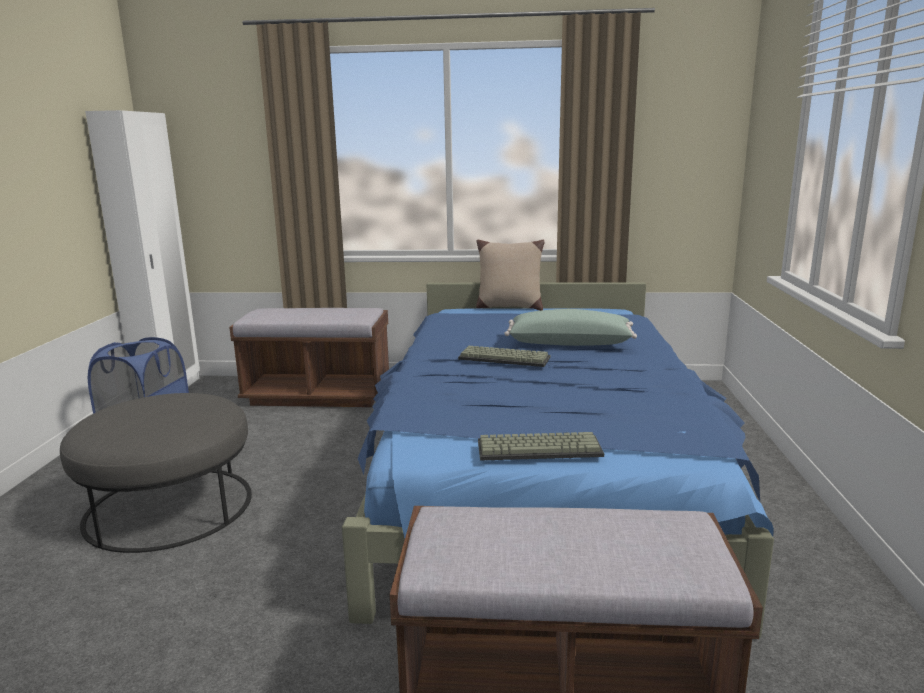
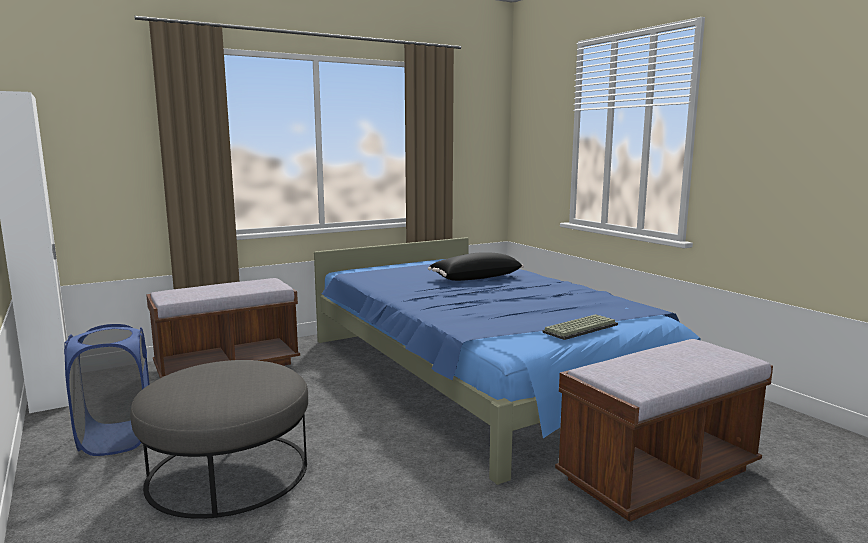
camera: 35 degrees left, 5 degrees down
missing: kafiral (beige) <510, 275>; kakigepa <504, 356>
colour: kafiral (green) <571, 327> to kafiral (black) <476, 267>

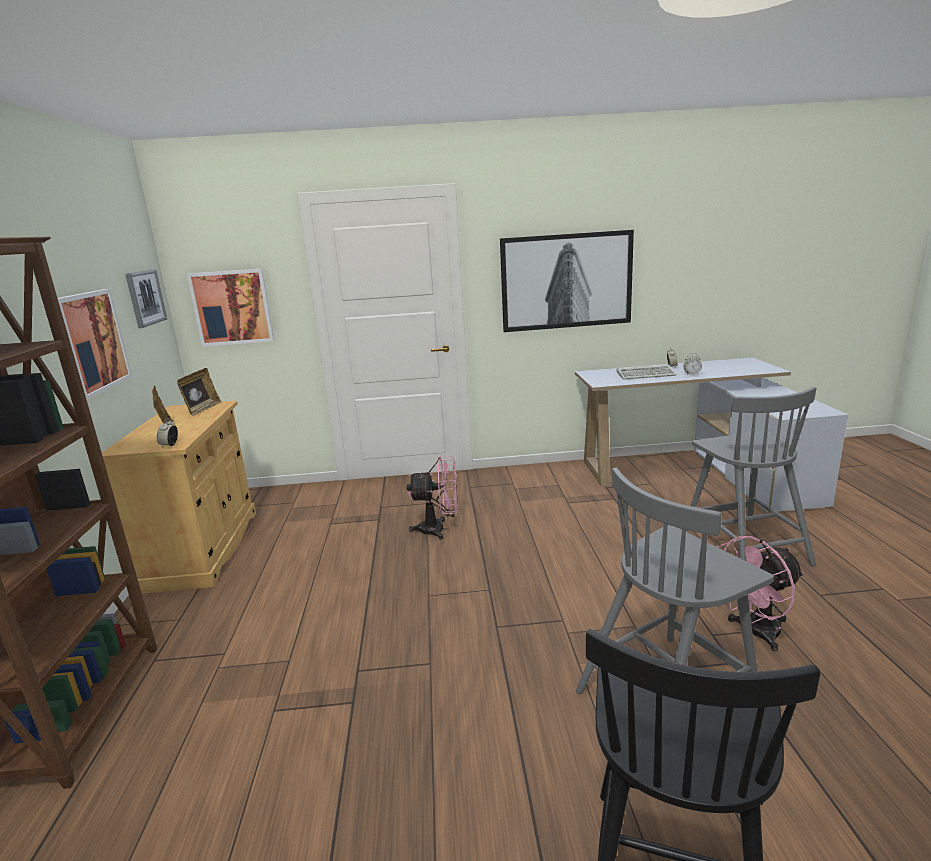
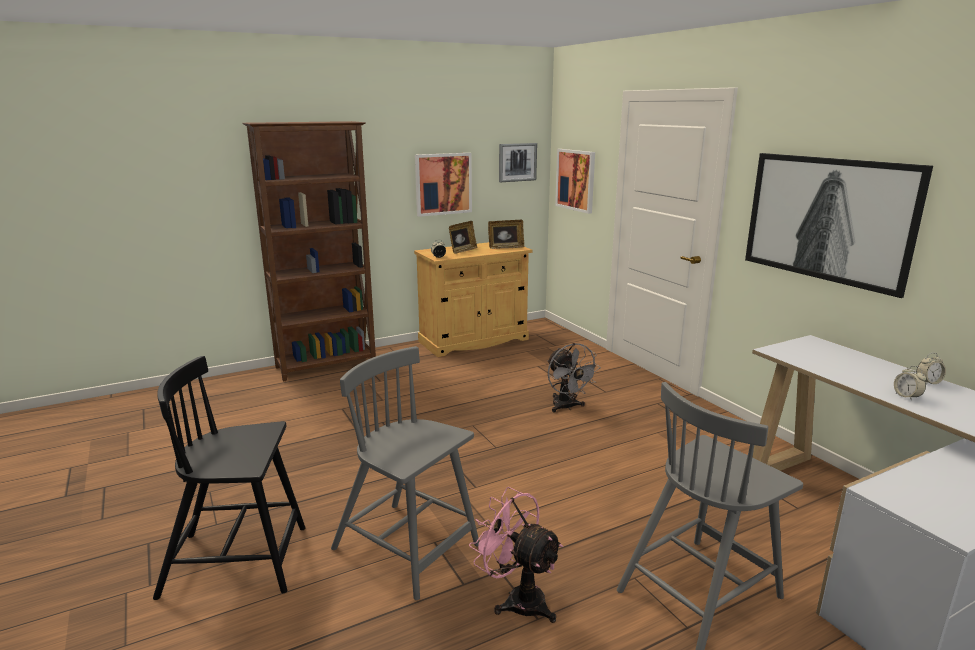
camera: 65 degrees right, 0 degrees up
missing: kakigepa <647, 372>
colour: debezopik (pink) <431, 498> to debezopik (grey) <574, 377>

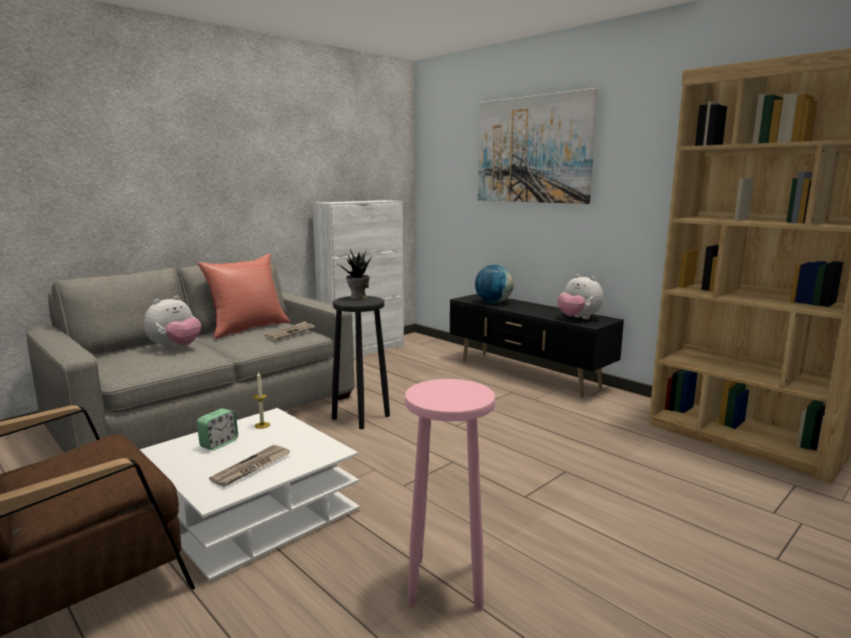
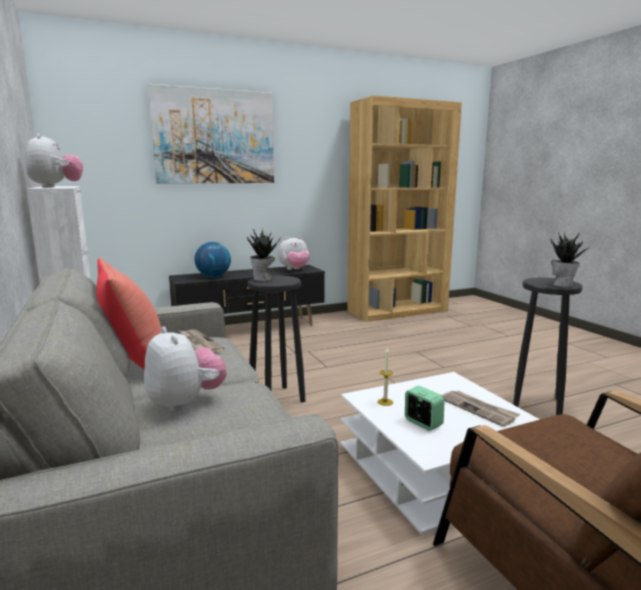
camera: 70 degrees left, 0 degrees up
appeared: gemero <54, 161>; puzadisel <571, 259>
colour: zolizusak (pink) <450, 495> to zolizusak (black) <547, 346>

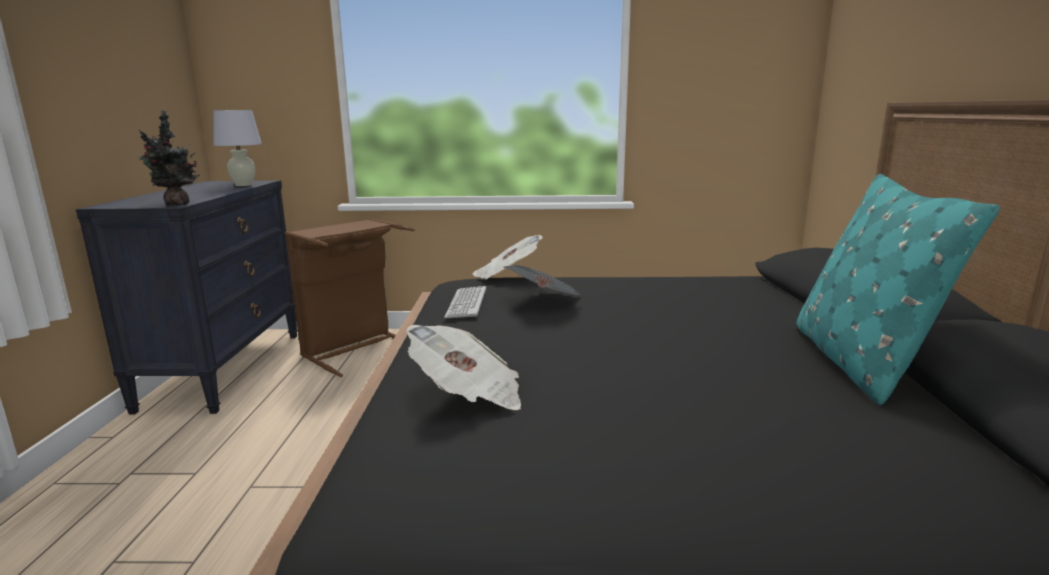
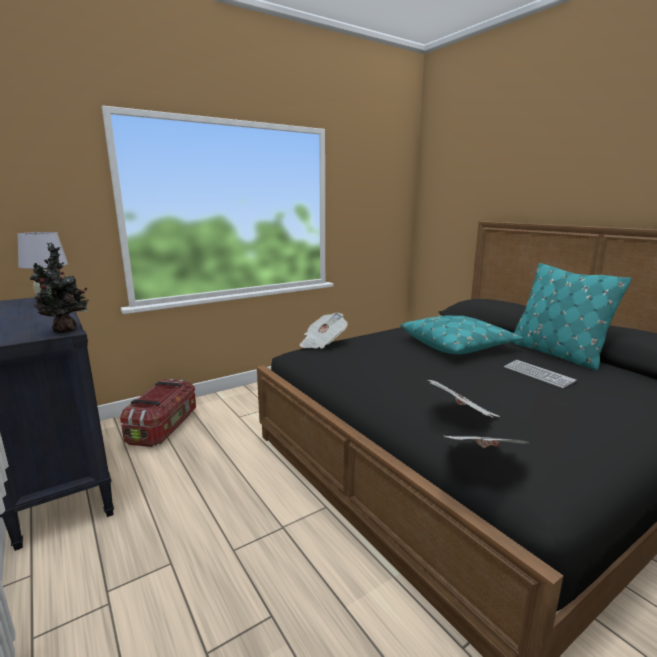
camera: 35 degrees left, 0 degrees up
appeared: kafiral (turquoise) <461, 334>
relocated: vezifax <542, 280> to <486, 442>; kakigepa <465, 302> to <540, 374>
exchanged: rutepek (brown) <350, 297> to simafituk <158, 413>

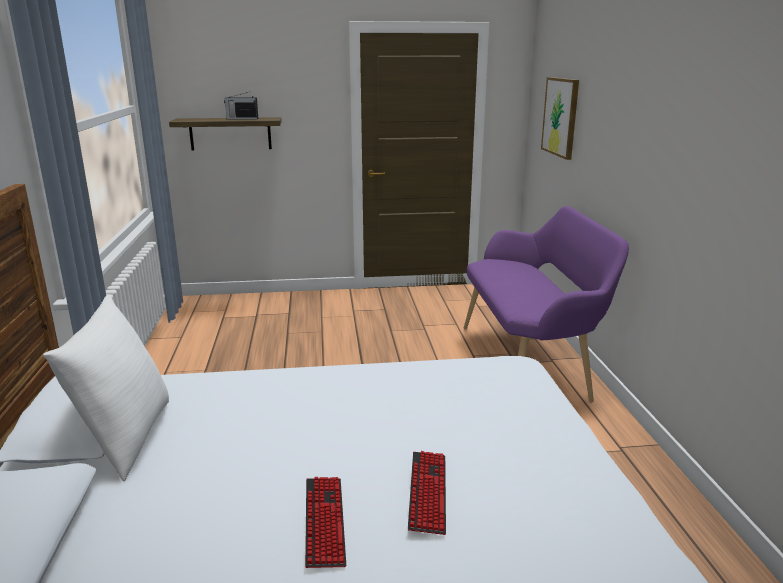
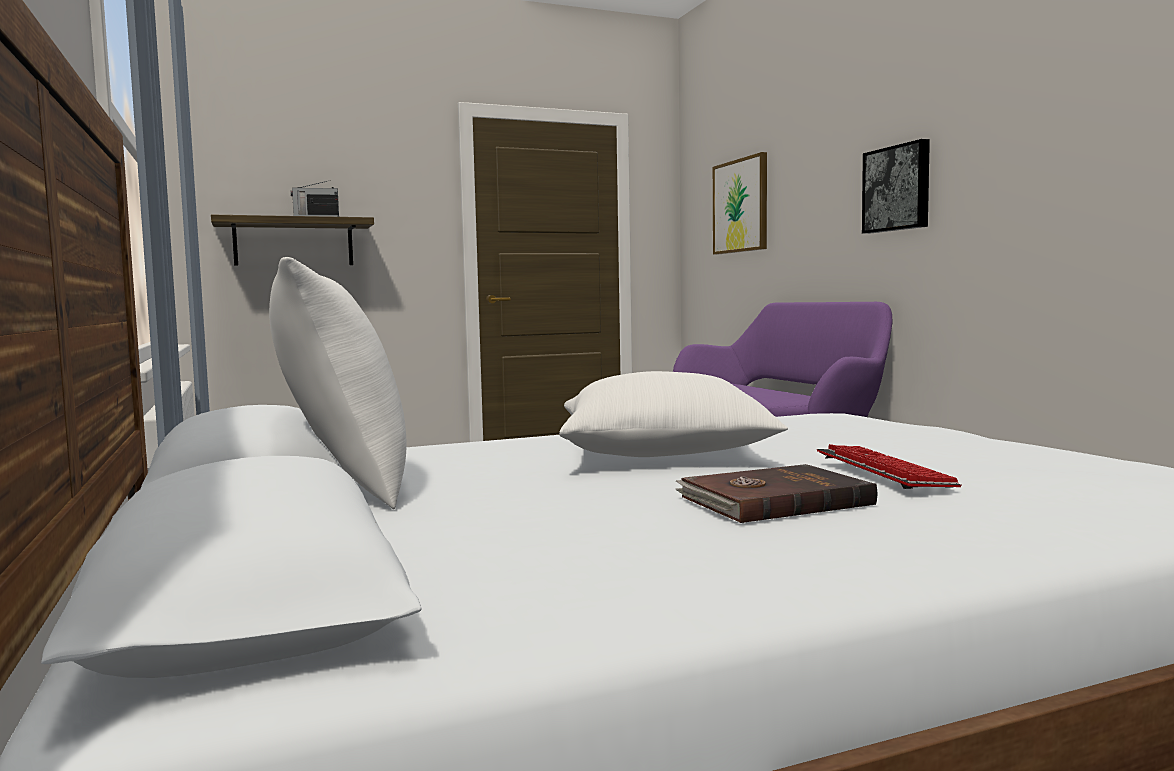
camera: 15 degrees left, 15 degrees down
appeared: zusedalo <896, 186>; kafiral (white) <673, 414>
exchanged: kakigepa <325, 522> to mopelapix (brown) <776, 493>

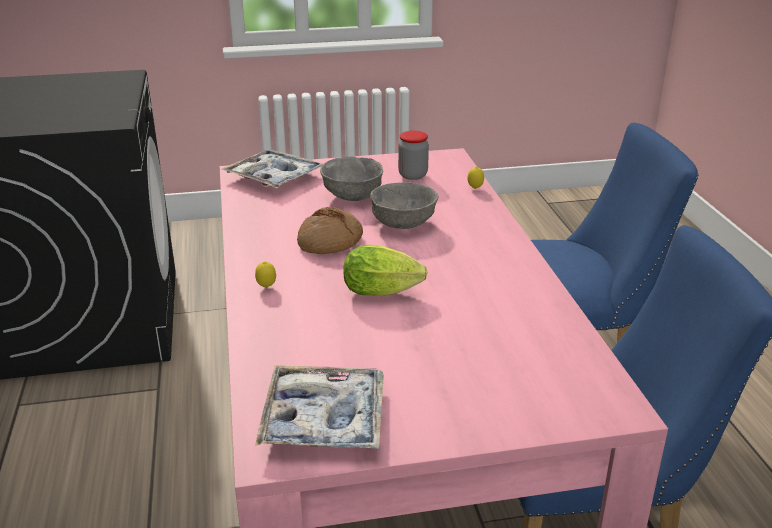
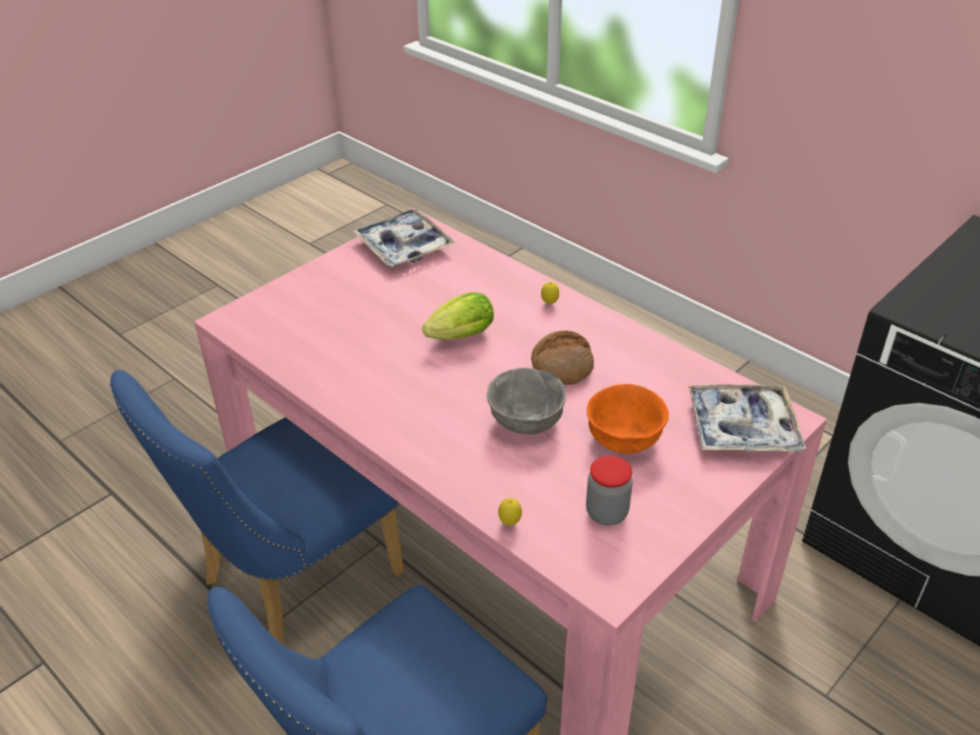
camera: 145 degrees right, 10 degrees up
colour: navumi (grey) <351, 179> to navumi (orange) <628, 419>

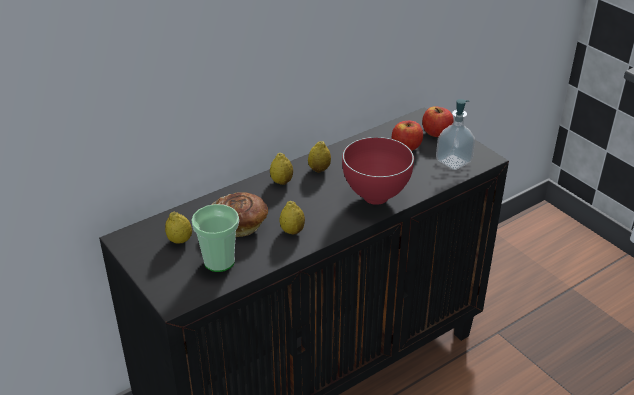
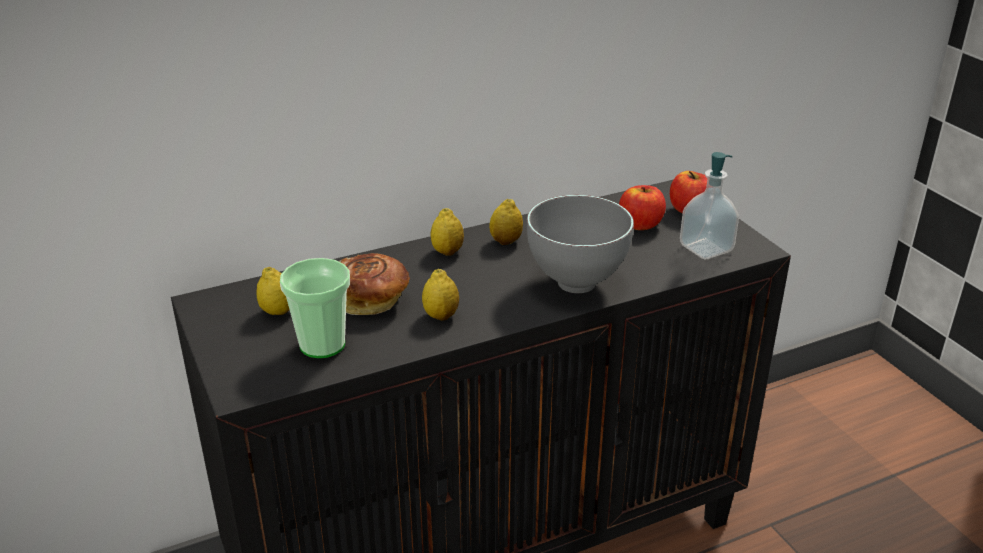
camera: 10 degrees right, 5 degrees down
colour: navumi (red) <378, 171> to navumi (grey) <580, 244>

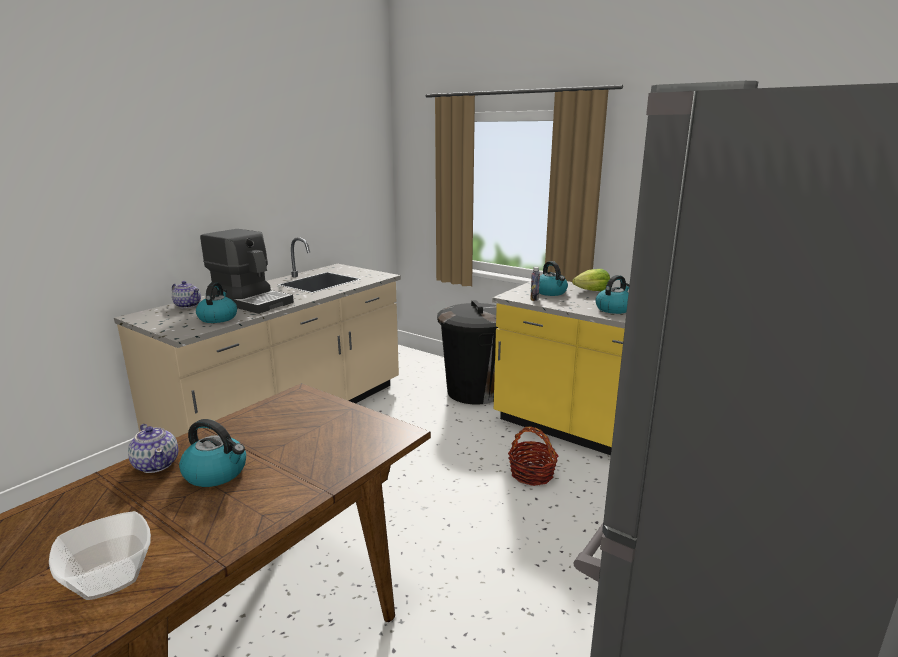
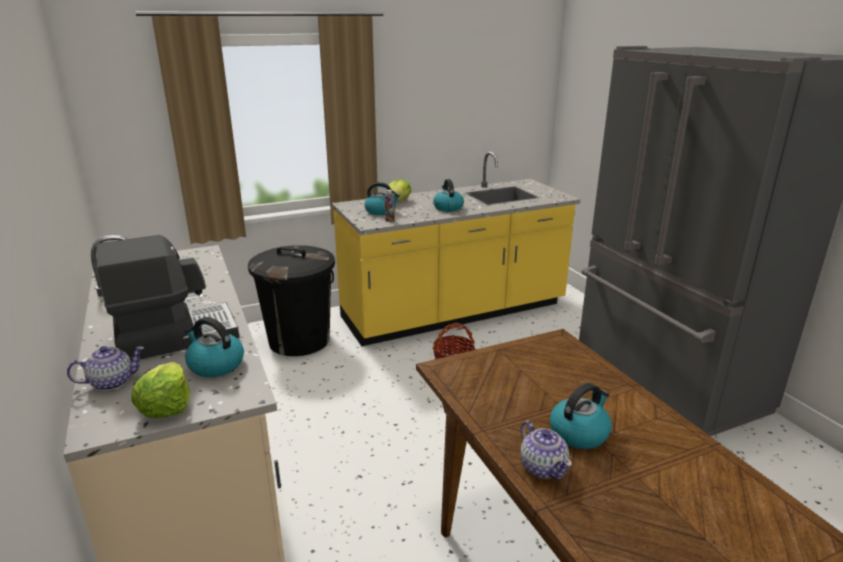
camera: 60 degrees left, 5 degrees up
missing: navumi <100, 555>
appeared: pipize <160, 390>
spun: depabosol <153, 448> = <546, 450> 75 degrees clockwise

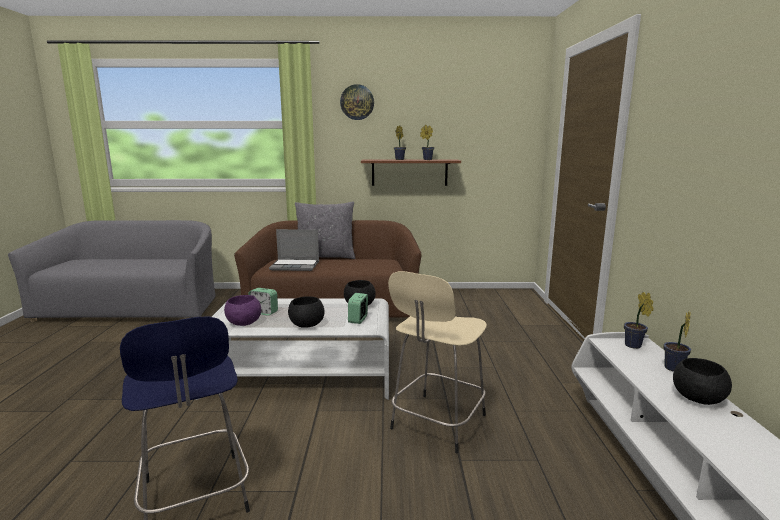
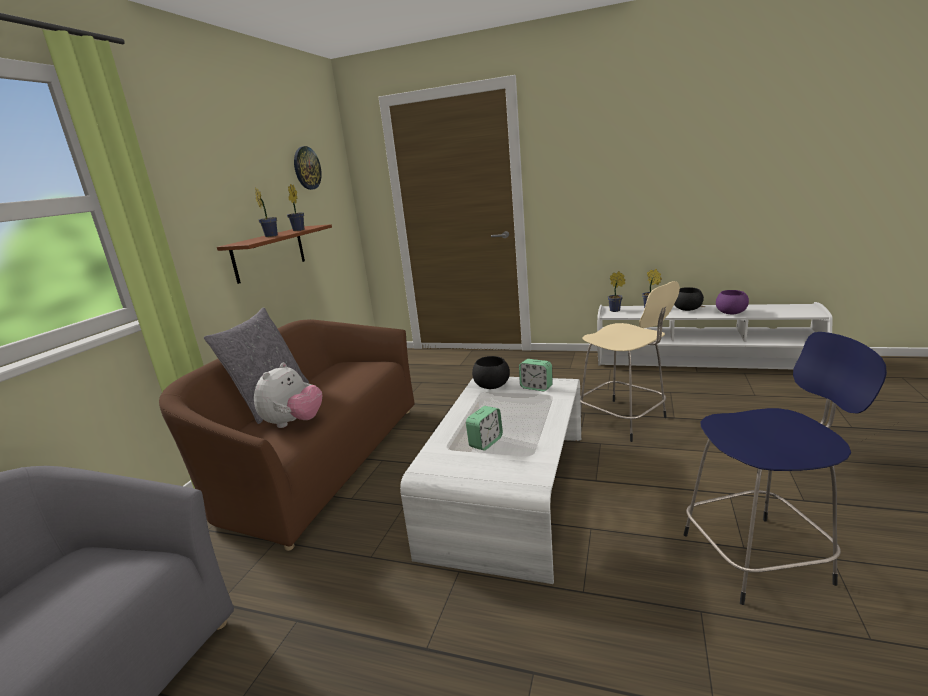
camera: 70 degrees left, 5 degrees up
missing: navumi (black) <306, 312>
relocated: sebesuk <357, 102> to <308, 168>; navumi (purple) <242, 310> to <732, 302>
exchanged: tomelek <294, 250> to gemero <288, 395>

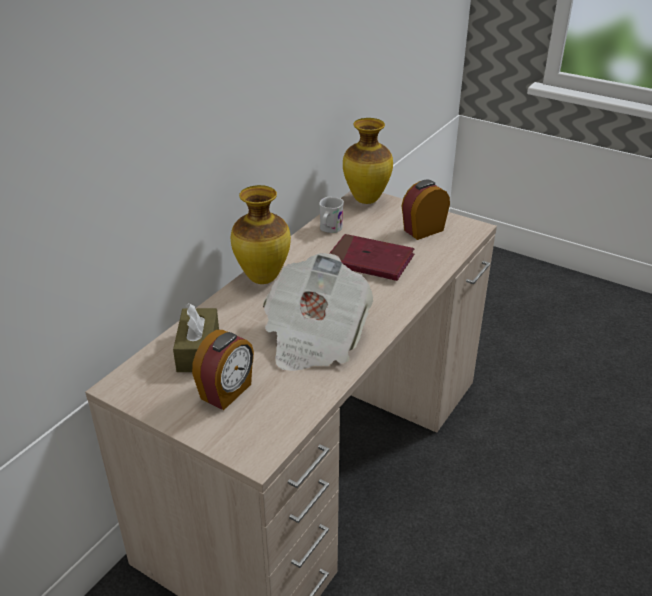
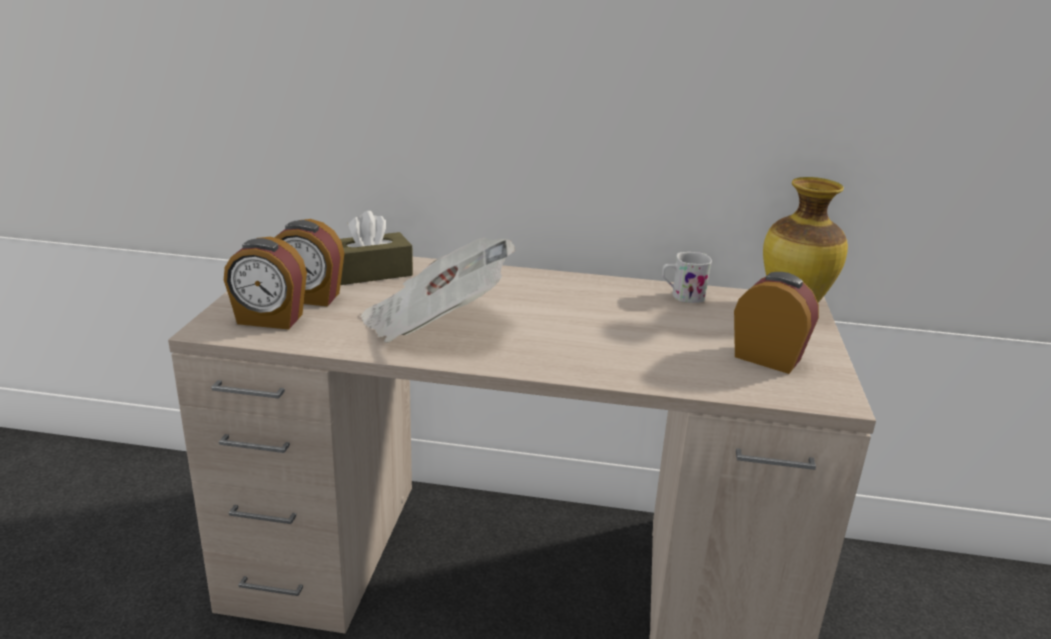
camera: 65 degrees right, 10 degrees down
missing: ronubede <261, 234>; mopelapix (red) <372, 257>
appeared: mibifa <265, 283>

